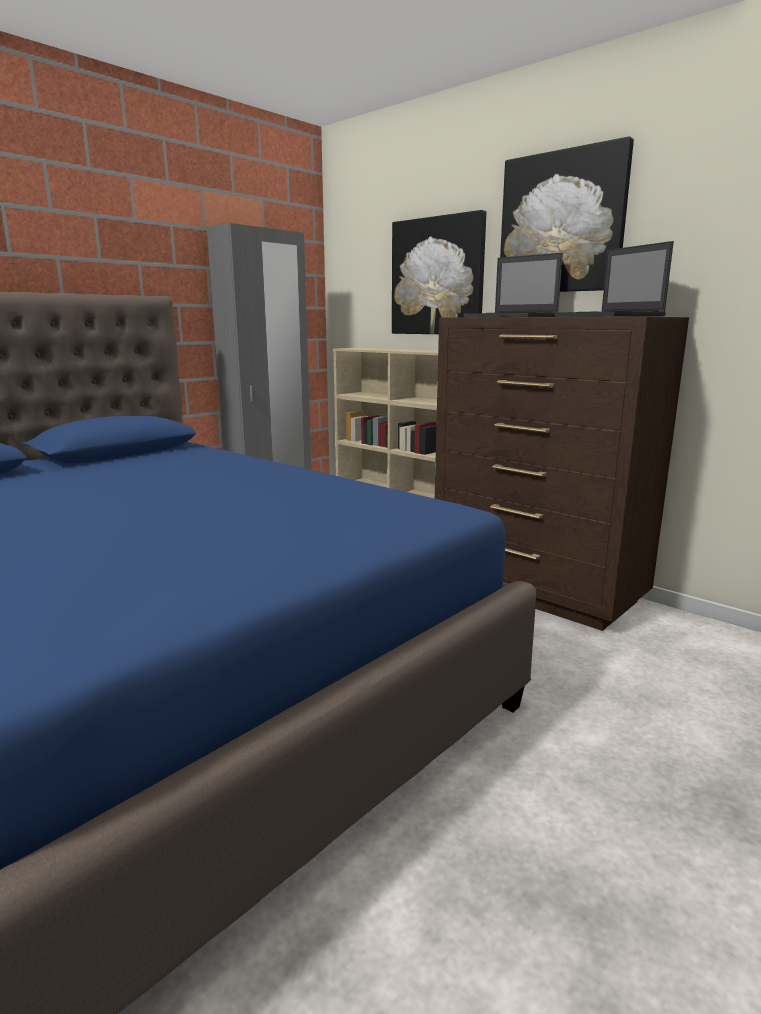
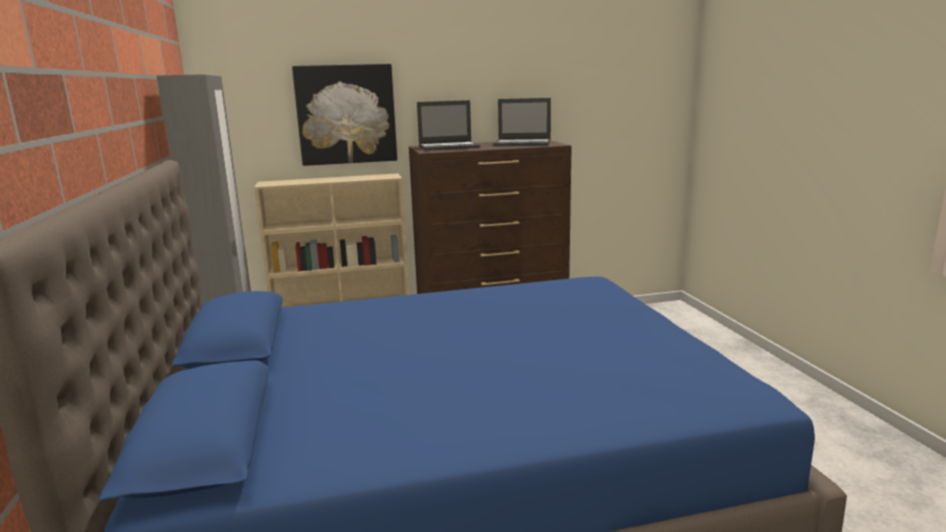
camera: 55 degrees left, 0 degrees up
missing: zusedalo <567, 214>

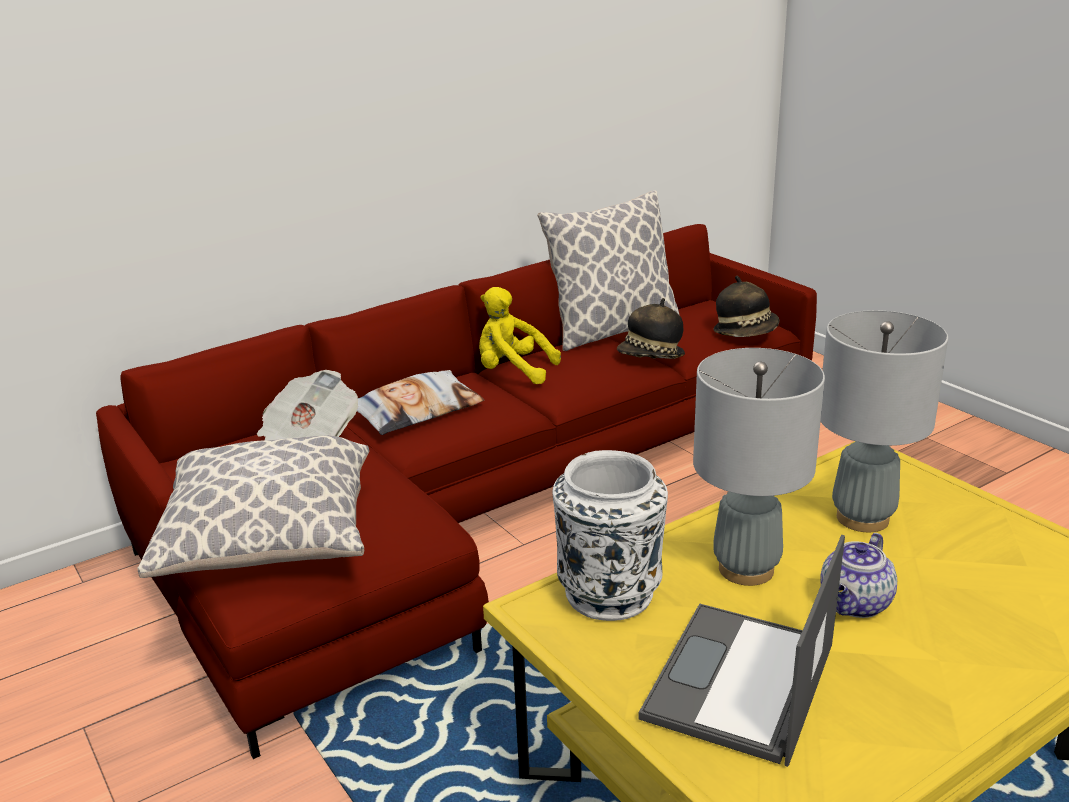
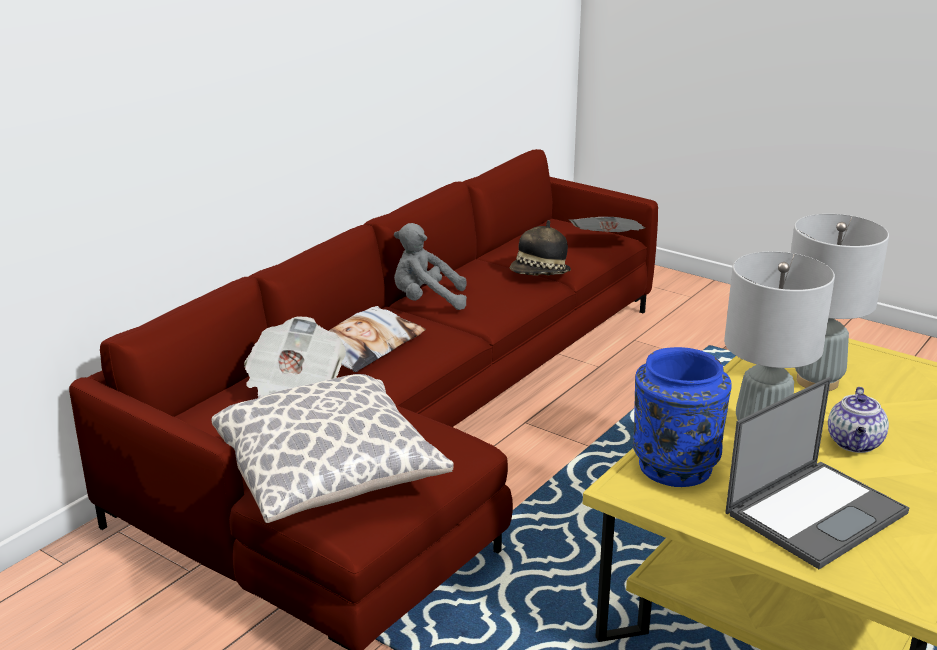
camera: 20 degrees left, 0 degrees up
missing: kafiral <608, 270>
exchanged: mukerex <746, 306> to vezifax <607, 224>
colour: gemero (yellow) <520, 335> to gemero (grey) <430, 266>; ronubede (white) <610, 535> to ronubede (blue) <682, 417>
spun: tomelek <742, 651> = <817, 473> 135 degrees counterclockwise

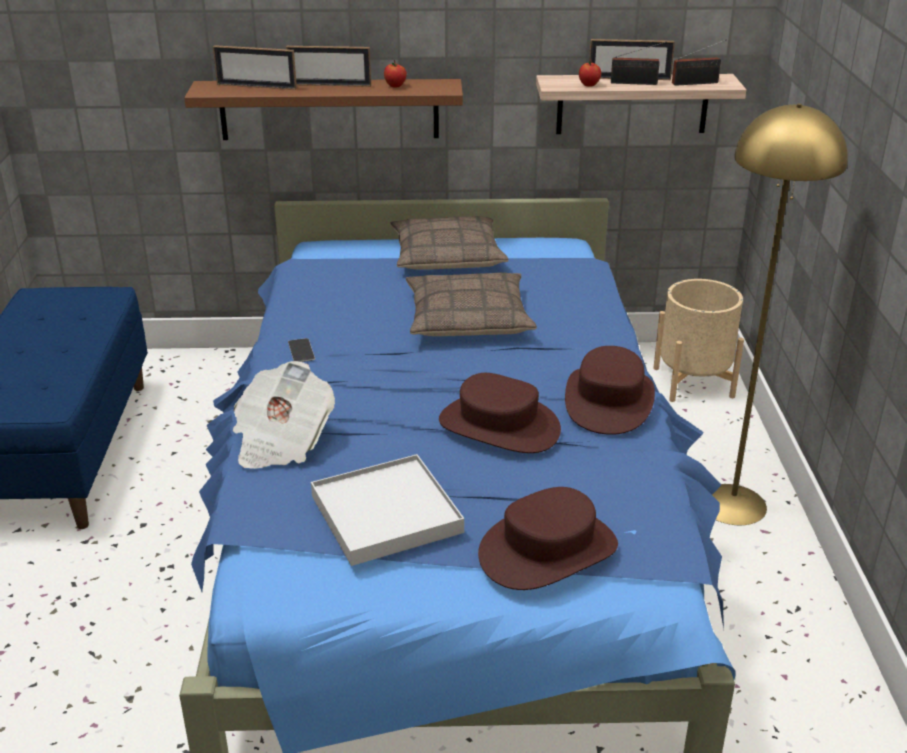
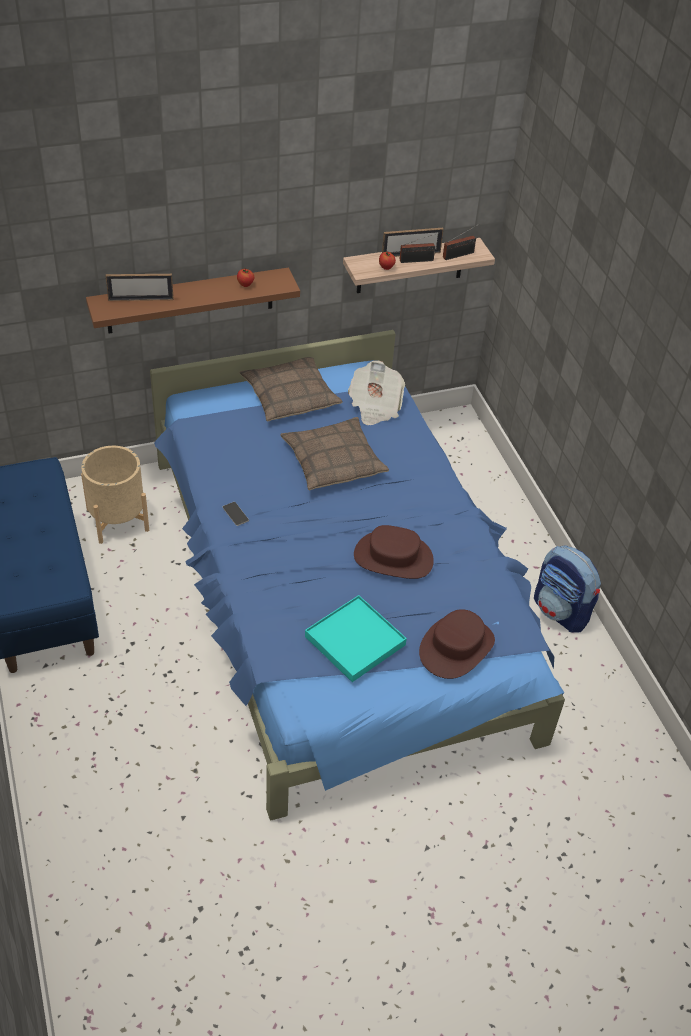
camera: 20 degrees left, 15 degrees up
missing: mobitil <328, 66>; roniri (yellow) <780, 314>; mukerex (brown) <610, 390>
appeared: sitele <567, 588>
relocated: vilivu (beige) <698, 340> to <115, 495>; vezifax <284, 415> to <376, 393>
colour: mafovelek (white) <387, 510> to mafovelek (turquoise) <356, 638>

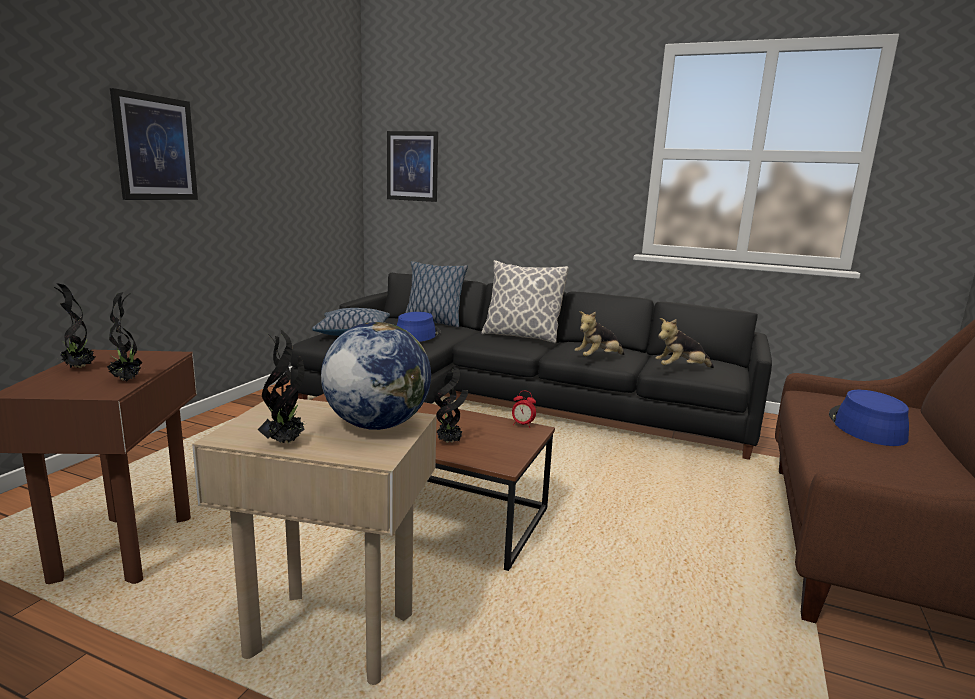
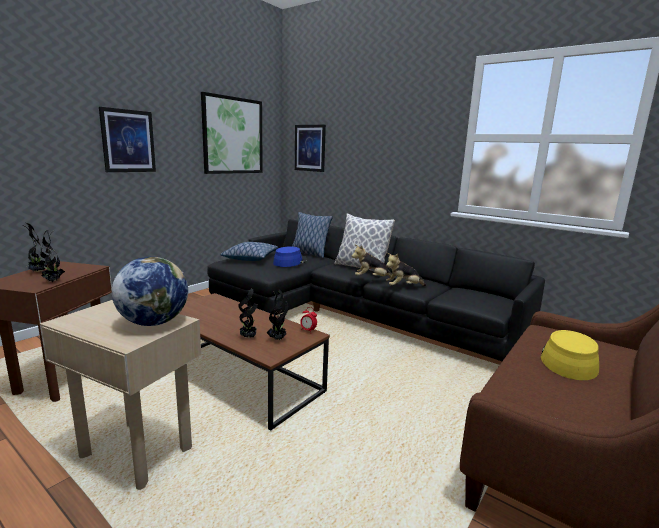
camera: 15 degrees right, 0 degrees up
appeared: zusedalo <232, 133>
relocated: gemero <684, 343> to <374, 262>; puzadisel <281, 387> to <277, 315>
colour: mukerex (blue) <869, 418> to mukerex (yellow) <570, 355>

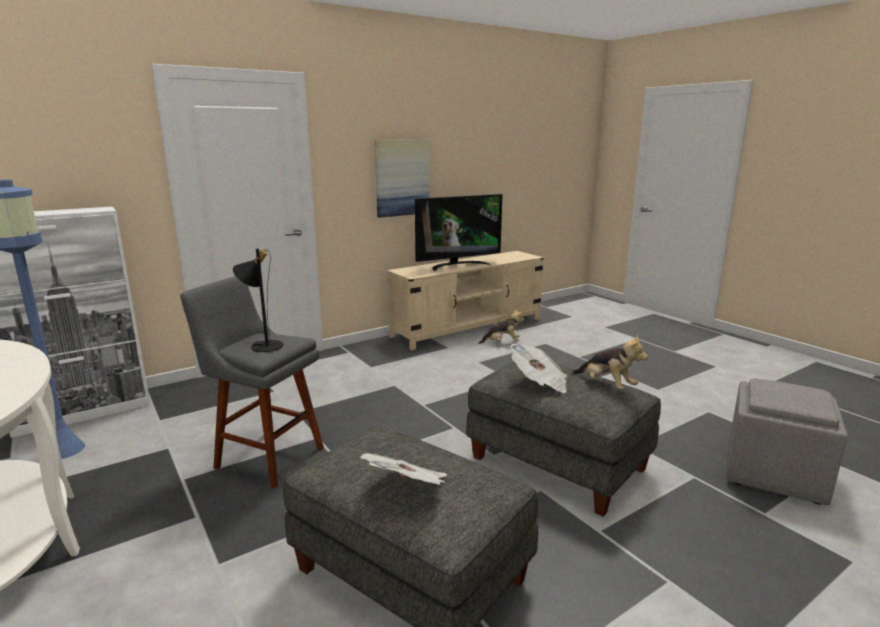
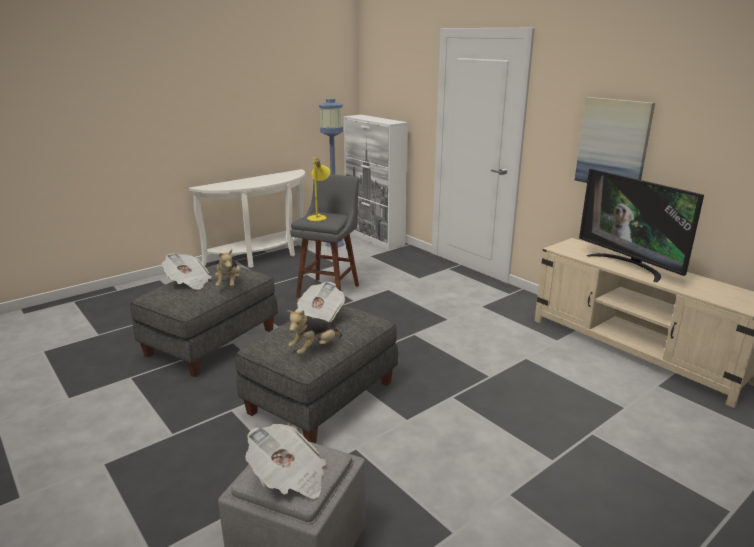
camera: 85 degrees right, 5 degrees up
appeared: vezifax <285, 461>
relocated: gemero <501, 326> to <228, 268>
colour: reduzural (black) <258, 300> to reduzural (yellow) <318, 189>

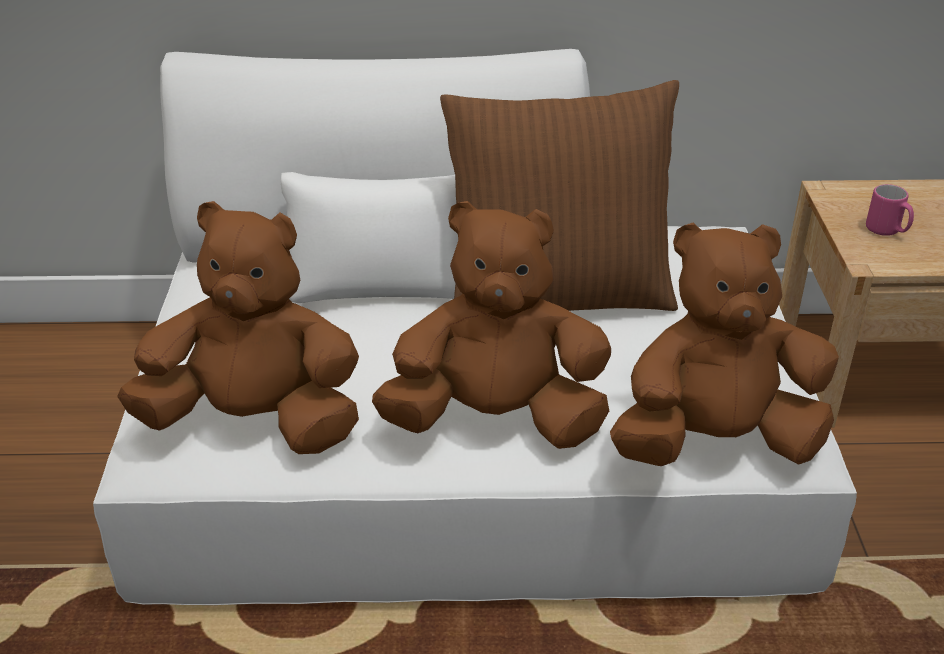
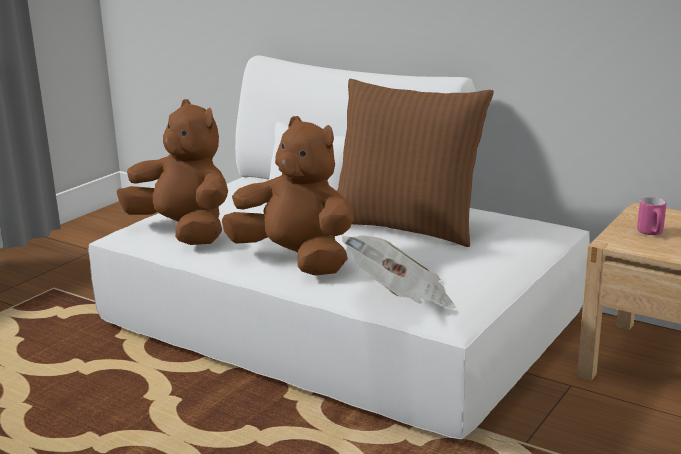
camera: 35 degrees right, 15 degrees down
exchanged: gemero (brown) <724, 344> to vezifax <399, 271>

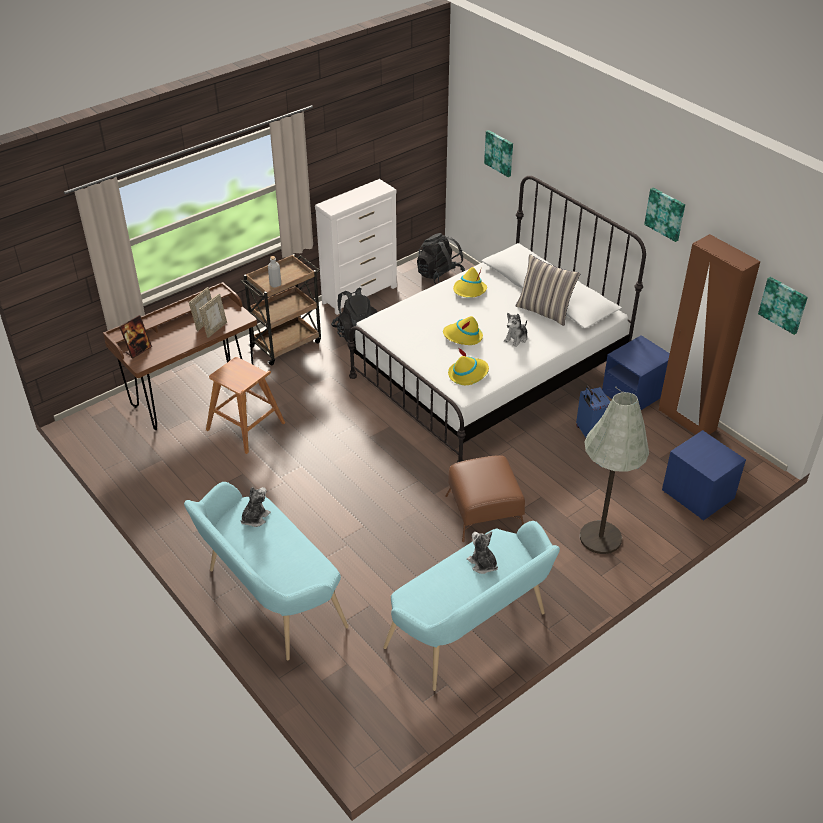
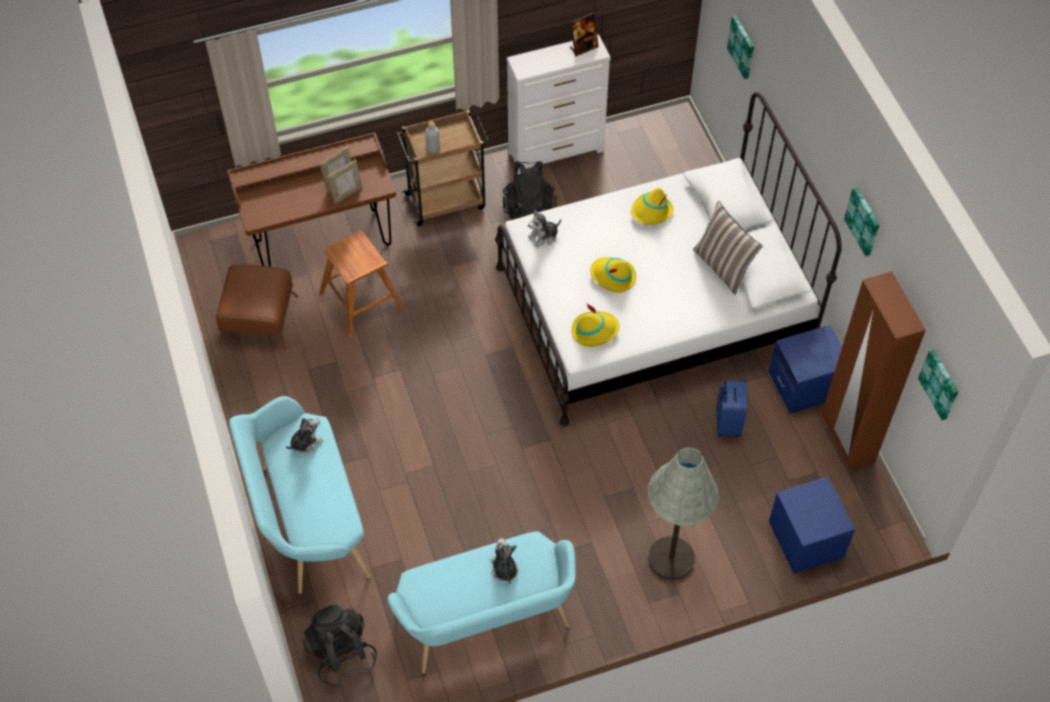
camera: 20 degrees right, 15 degrees up
relocated: sitele (black) <441, 258> to <340, 645>; gemero <515, 330> to <544, 228>; mobitil <135, 336> to <584, 34>; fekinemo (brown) <485, 498> to <257, 307>

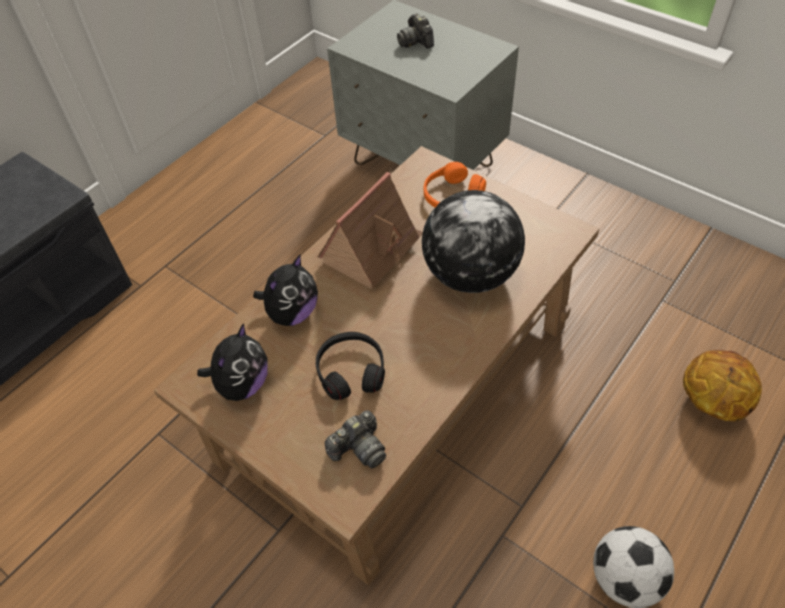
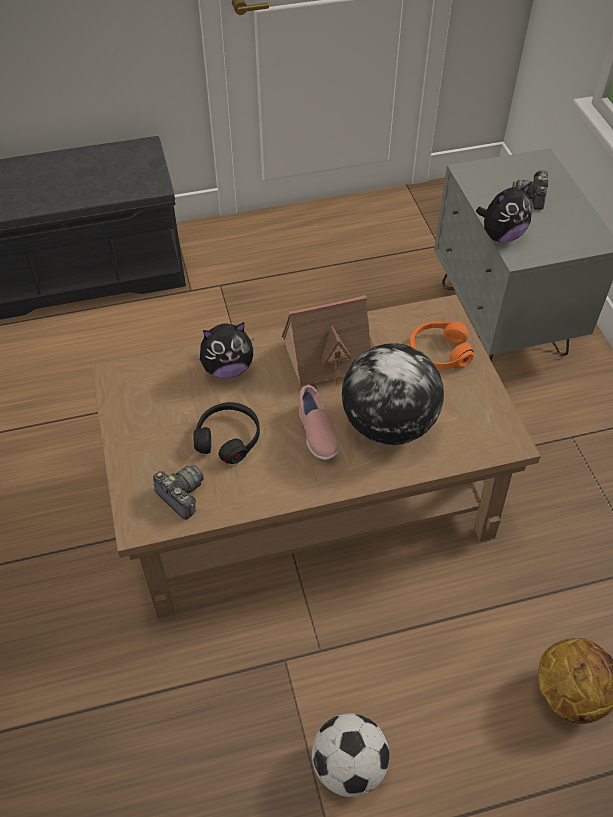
camera: 35 degrees right, 0 degrees up
appeared: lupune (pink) <318, 422>
relocated: gemero <232, 362> to <504, 212>
spun: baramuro <355, 439> = <178, 492> 135 degrees counterclockwise

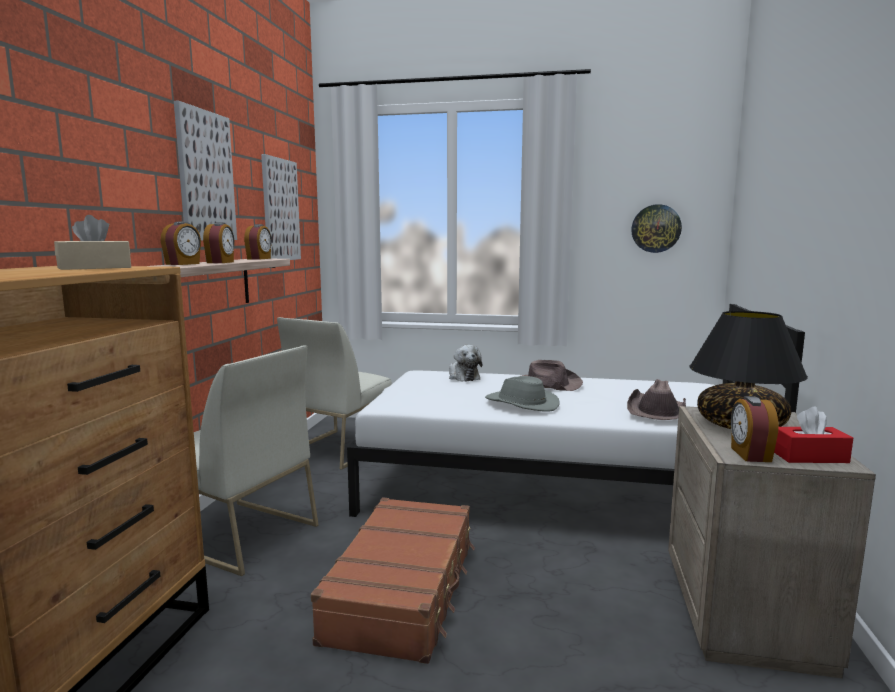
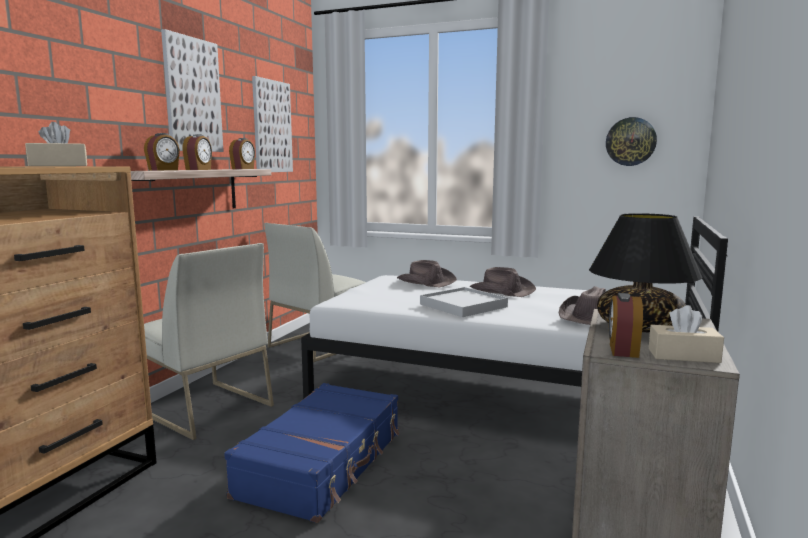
camera: 10 degrees right, 0 degrees up
exchanged: gemero <465, 363> to mukerex (brown) <427, 273>; mukerex (grey) <522, 394> to mafovelek (white) <464, 302>
colour: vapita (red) <813, 435> to vapita (beige) <686, 334>; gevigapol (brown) <393, 580> to gevigapol (blue) <311, 453>

